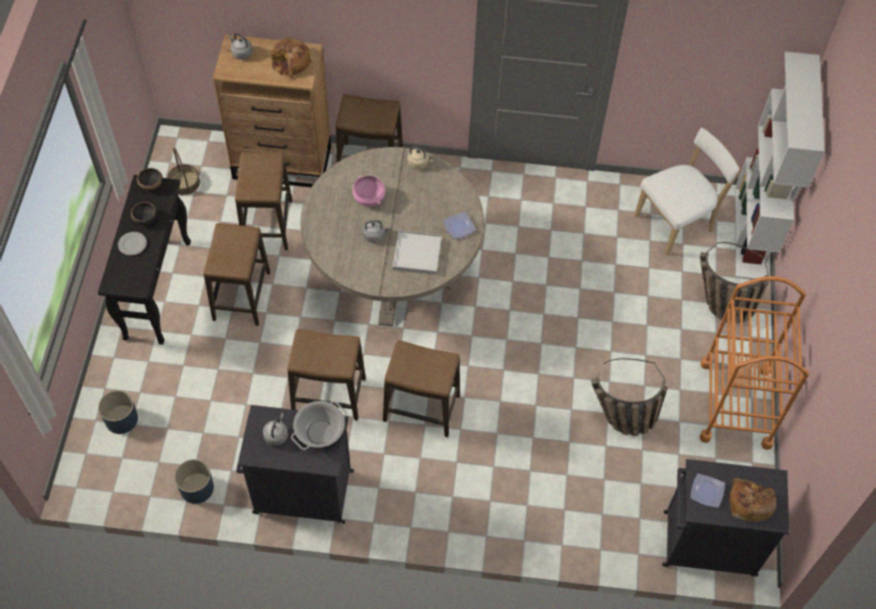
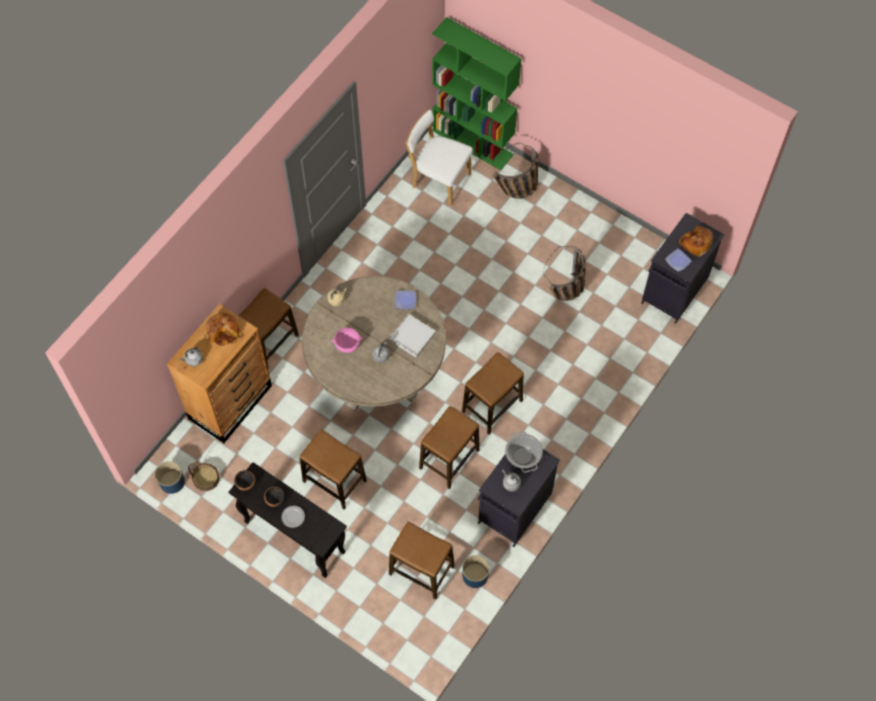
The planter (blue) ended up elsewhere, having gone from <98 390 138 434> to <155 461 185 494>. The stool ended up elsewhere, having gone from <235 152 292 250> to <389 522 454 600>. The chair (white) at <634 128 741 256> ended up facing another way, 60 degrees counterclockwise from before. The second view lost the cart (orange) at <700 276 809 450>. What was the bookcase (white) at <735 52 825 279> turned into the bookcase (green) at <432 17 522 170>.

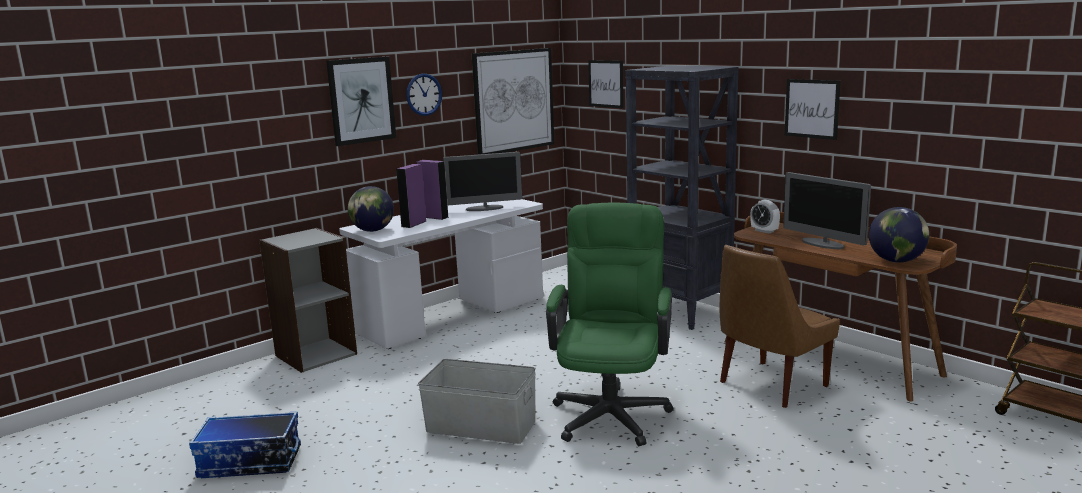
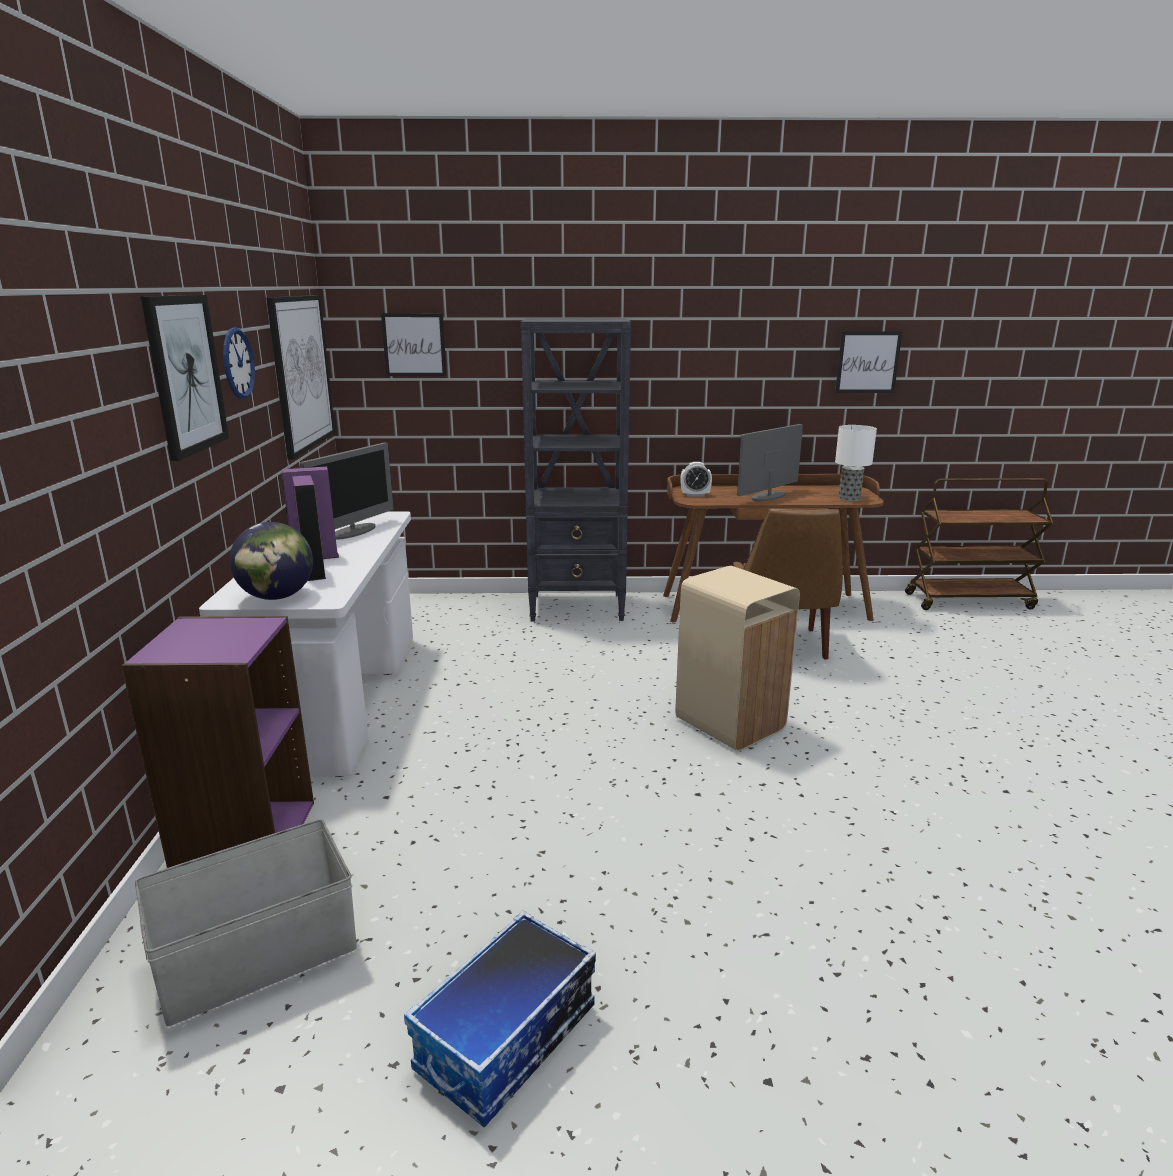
What was the bookcase (grey) at <259 228 357 373> turned into the bookcase (purple) at <121 616 314 868>. The storage box (grey) ended up elsewhere, having gone from <418 359 536 444> to <135 819 357 1026>. Where the office chair (green) stood at <546 203 674 446>, the trash can (beige) came to stand at <675 566 800 751>. The monitor at <783 172 871 249> ended up facing another way, 135 degrees clockwise from before. The picture ended up elsewhere, having gone from <785 79 841 140> to <835 331 902 393>. Where the globe stood at <869 207 929 263>, the table lamp came to stand at <835 425 877 501>.

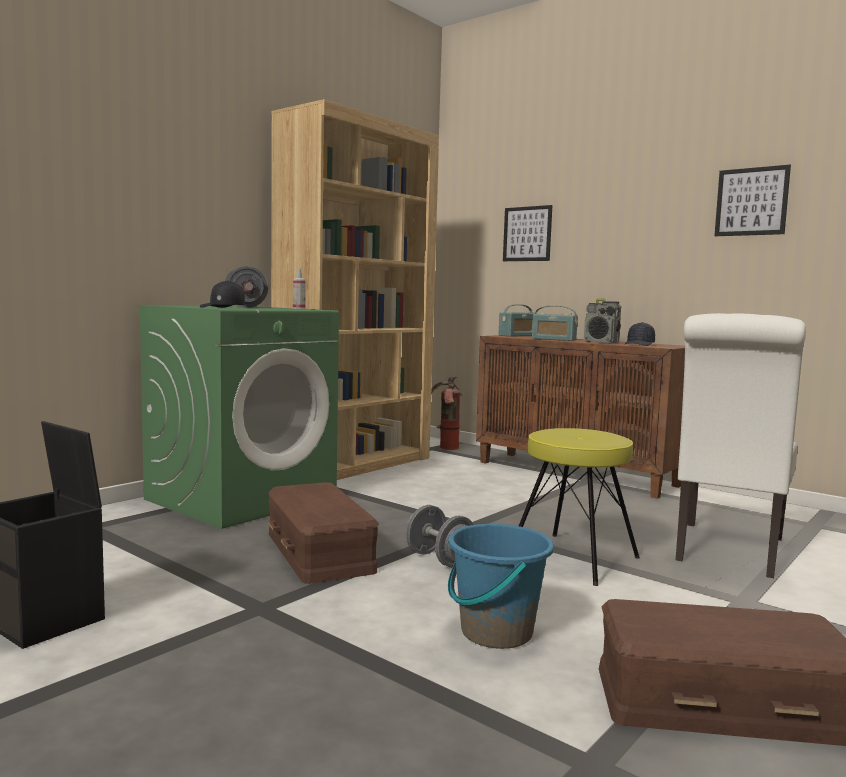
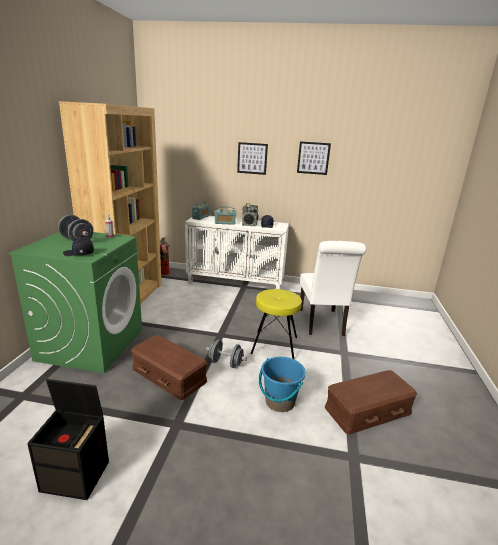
What was the cabinet (brown) at <476 335 685 499> turned into the cabinet (white) at <185 216 289 289>. The picture ended up elsewhere, having gone from <503 205 552 261> to <237 142 268 175>.

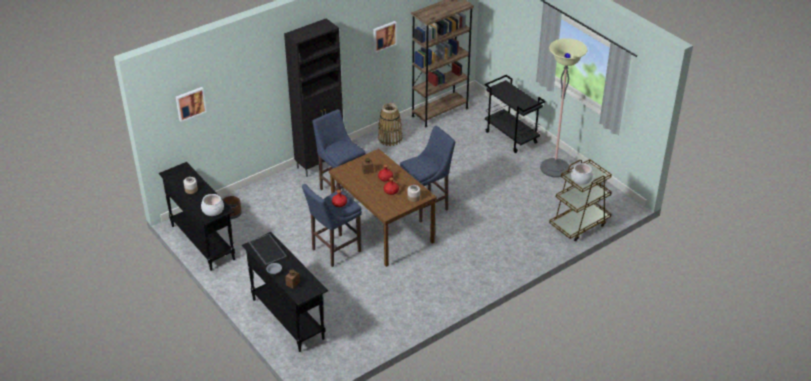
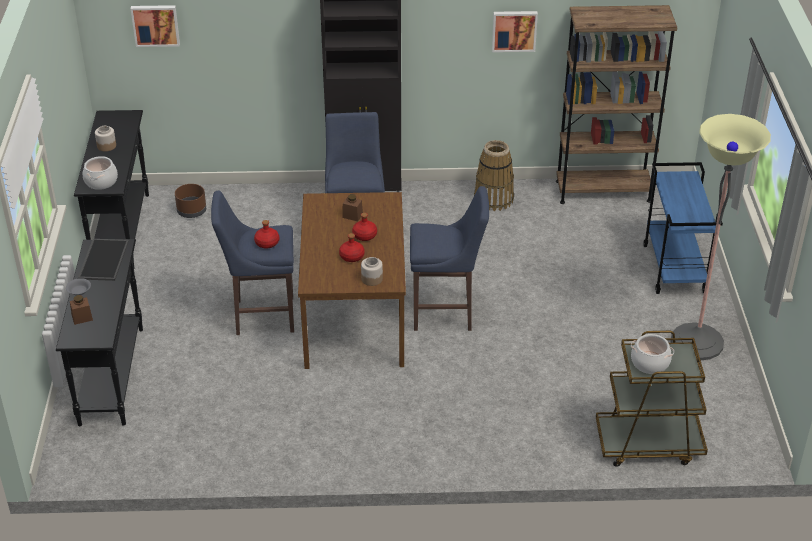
What was the cart (black) at <485 75 546 153> turned into the cart (blue) at <643 162 723 294>.

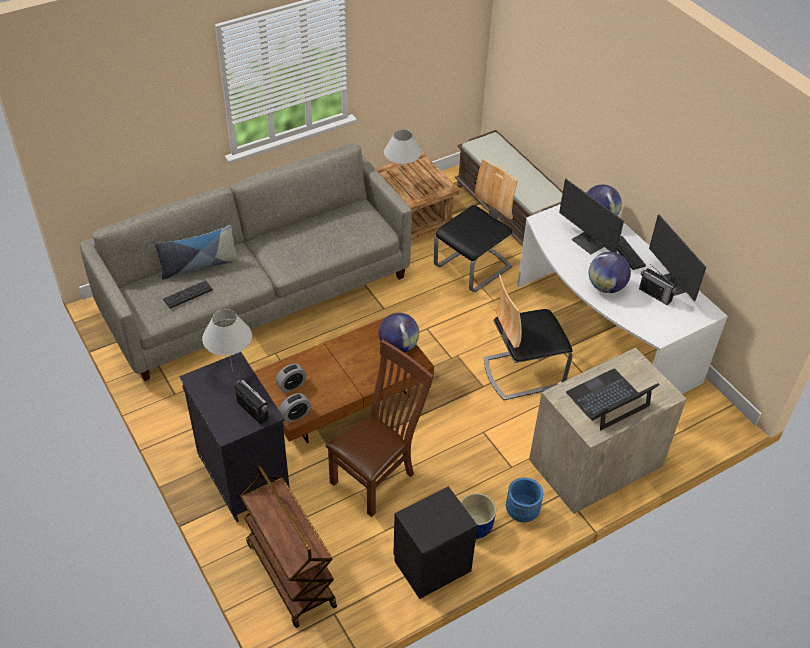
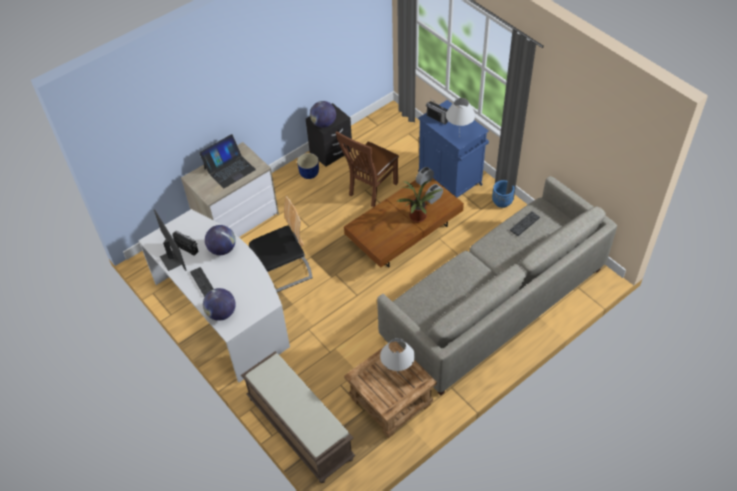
The second view lost the pillow at <155 225 239 280>. What was the cabinet (black) at <179 352 290 522> turned into the cabinet (blue) at <418 100 489 197>. The second view lost the cart (brown) at <240 466 337 628>. The globe ended up elsewhere, having gone from <379 313 419 353> to <310 101 336 128>. The second view lost the chair at <434 159 518 292>. The planter (blue) ended up elsewhere, having gone from <506 478 543 522> to <492 180 515 208>. The second view lost the monitor at <559 179 624 254>. The second view gained the potted plant at <397 180 443 222>.

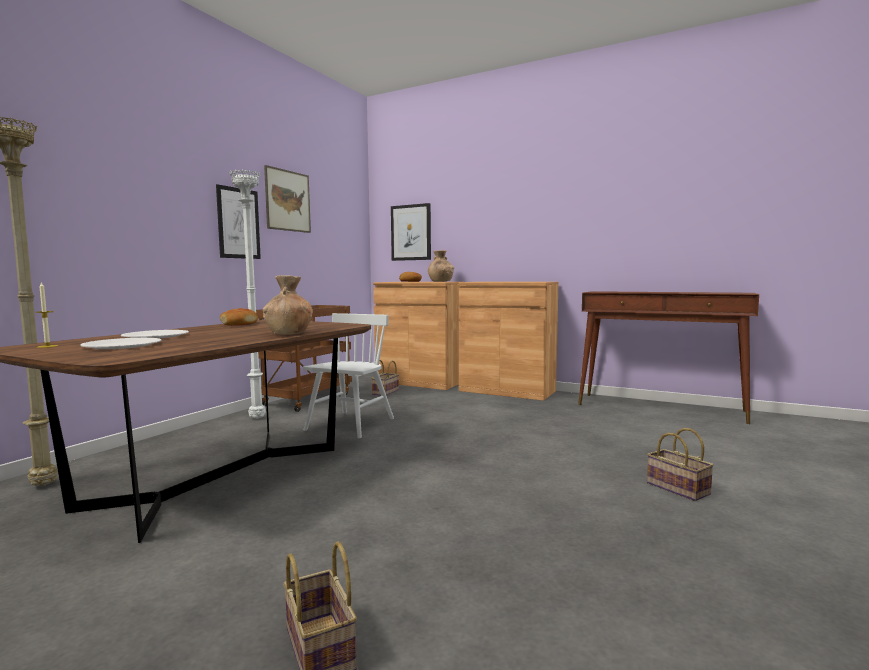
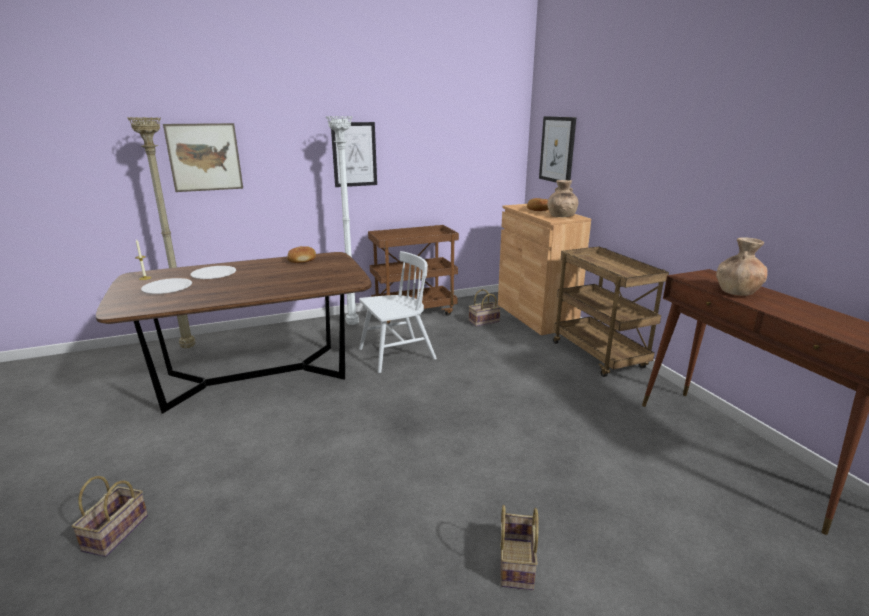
The vase (brown) ended up elsewhere, having gone from <263 275 313 335> to <716 238 768 296>. The picture ended up elsewhere, having gone from <264 165 311 233> to <163 123 243 192>. Where the cabinet (brown) stood at <459 282 558 401>, the cart (brown) came to stand at <553 246 669 377>.

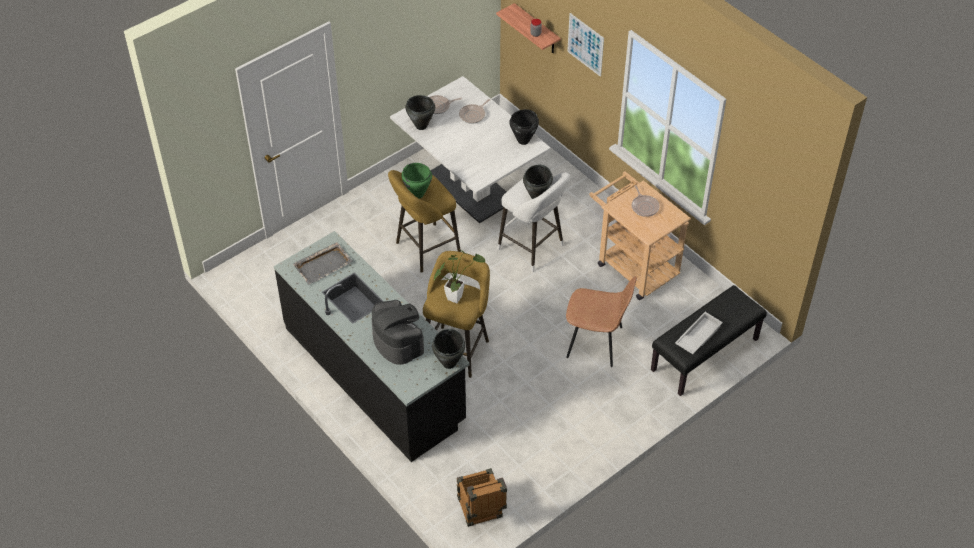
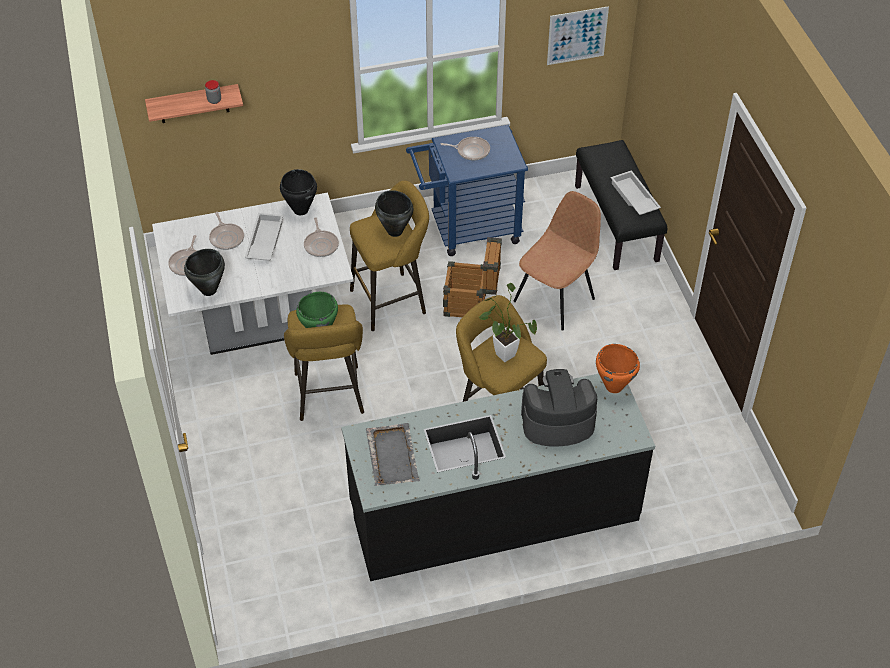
What was the cooking pot (black) at <432 329 465 369> turned into the cooking pot (orange) at <596 344 640 393>. The crate ended up elsewhere, having gone from <457 468 507 527> to <443 237 502 317>. What was the stool (white) at <497 172 570 272> turned into the stool (yellow) at <350 181 429 331>. The picture ended up elsewhere, having gone from <567 13 604 77> to <547 6 609 65>. What was the cart (beige) at <589 171 691 300> turned into the cart (blue) at <406 125 528 256>. The second view gained the tray (white) at <245 213 283 261>. The second view gained the frying pan at <304 217 339 257>.

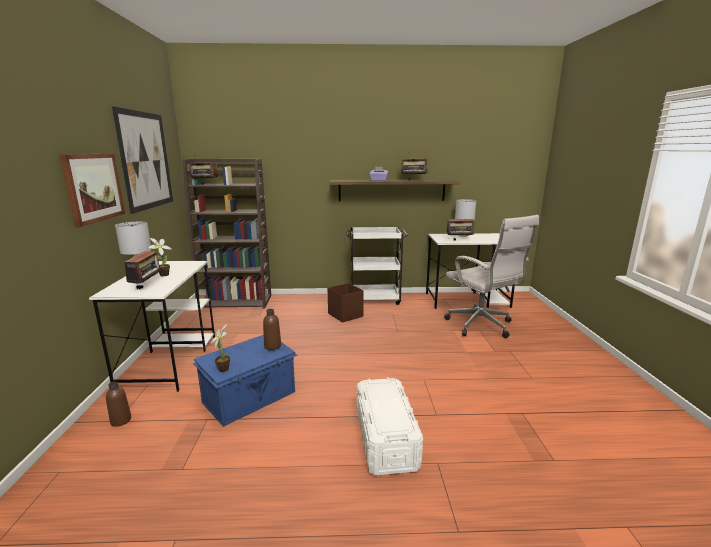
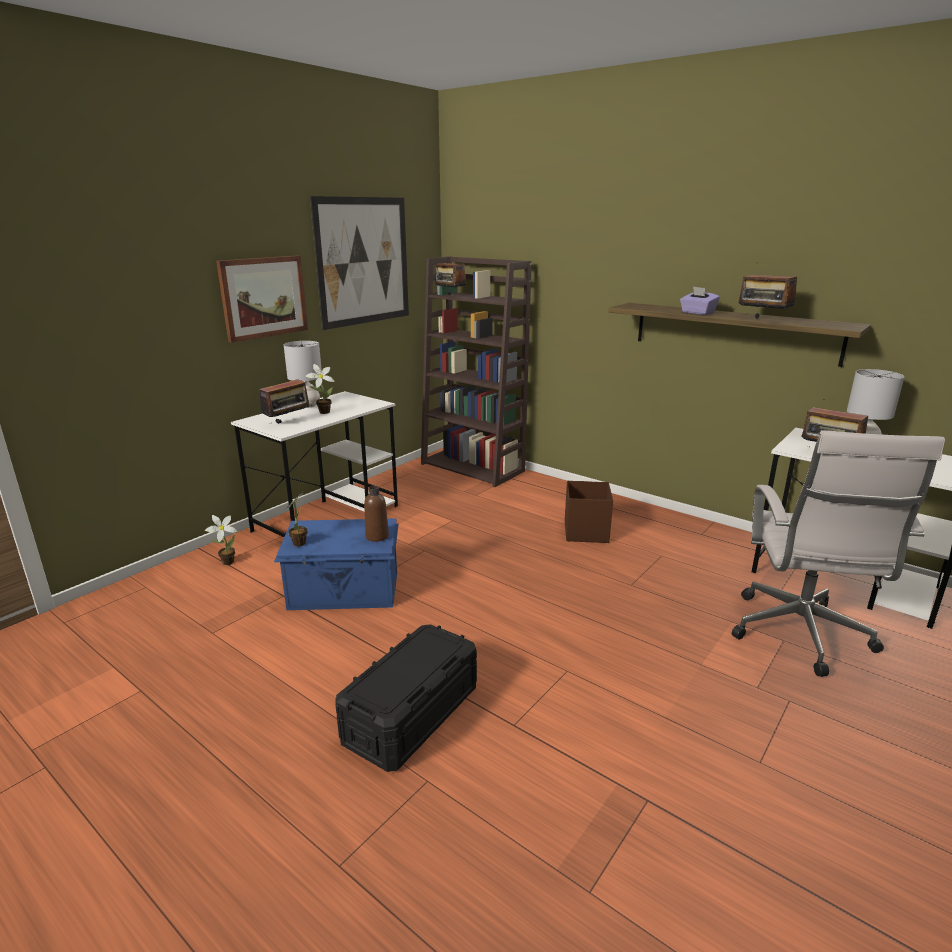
Where the bottle (brown) stood at <106 381 131 427>, the potted plant came to stand at <205 515 238 565>. The second view lost the cart (white) at <346 227 408 305>. What was the storage box (white) at <357 377 423 475> turned into the storage box (black) at <336 624 477 772>.

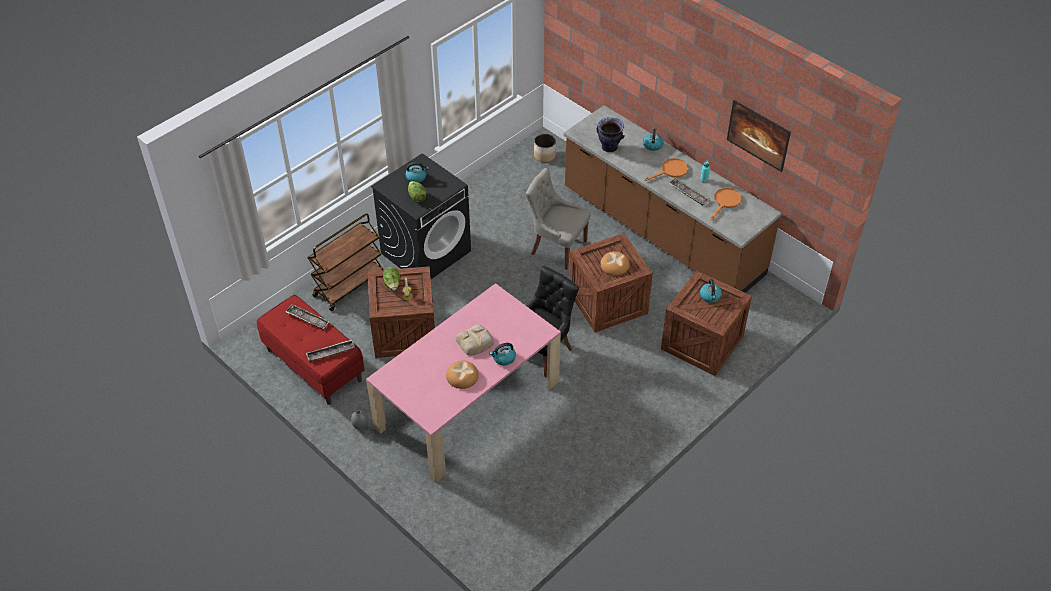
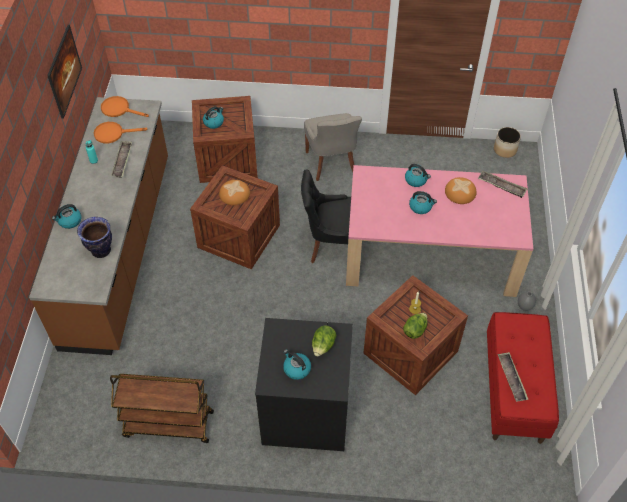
The tray ended up elsewhere, having gone from <306 340 355 362> to <478 171 527 198>. The cart (brown) ended up elsewhere, having gone from <308 213 384 311> to <110 374 214 443>. Where the bread stood at <455 325 494 356>, the kettle came to stand at <409 191 437 214>. The chair (grey) ended up elsewhere, having gone from <526 168 590 270> to <304 113 362 181>. The planter ended up elsewhere, having gone from <534 134 556 162> to <494 127 521 158>. The frying pan (orange) ended up elsewhere, having gone from <645 158 688 181> to <101 96 149 117>.

